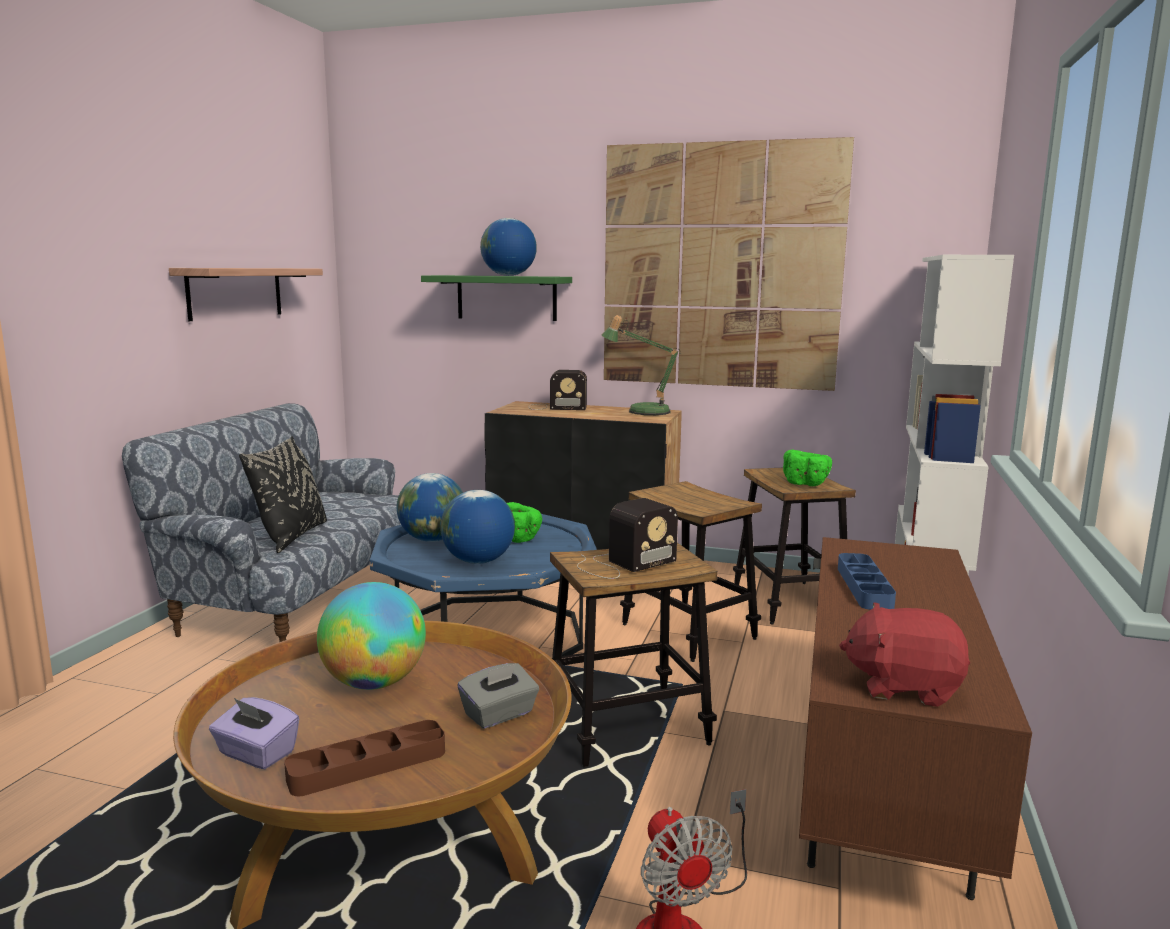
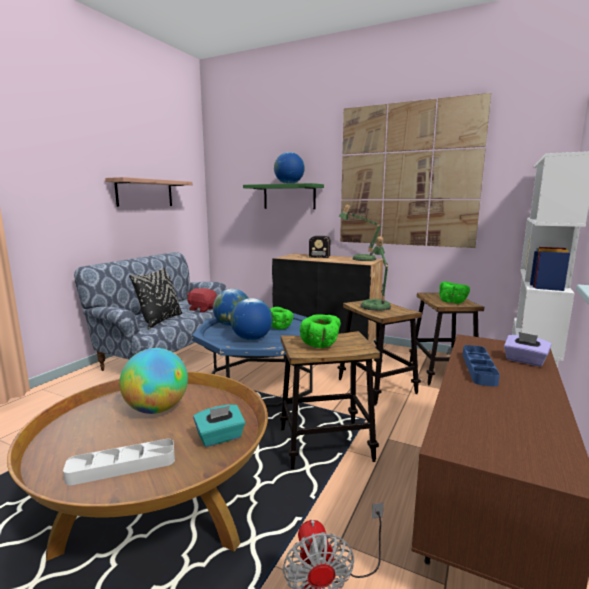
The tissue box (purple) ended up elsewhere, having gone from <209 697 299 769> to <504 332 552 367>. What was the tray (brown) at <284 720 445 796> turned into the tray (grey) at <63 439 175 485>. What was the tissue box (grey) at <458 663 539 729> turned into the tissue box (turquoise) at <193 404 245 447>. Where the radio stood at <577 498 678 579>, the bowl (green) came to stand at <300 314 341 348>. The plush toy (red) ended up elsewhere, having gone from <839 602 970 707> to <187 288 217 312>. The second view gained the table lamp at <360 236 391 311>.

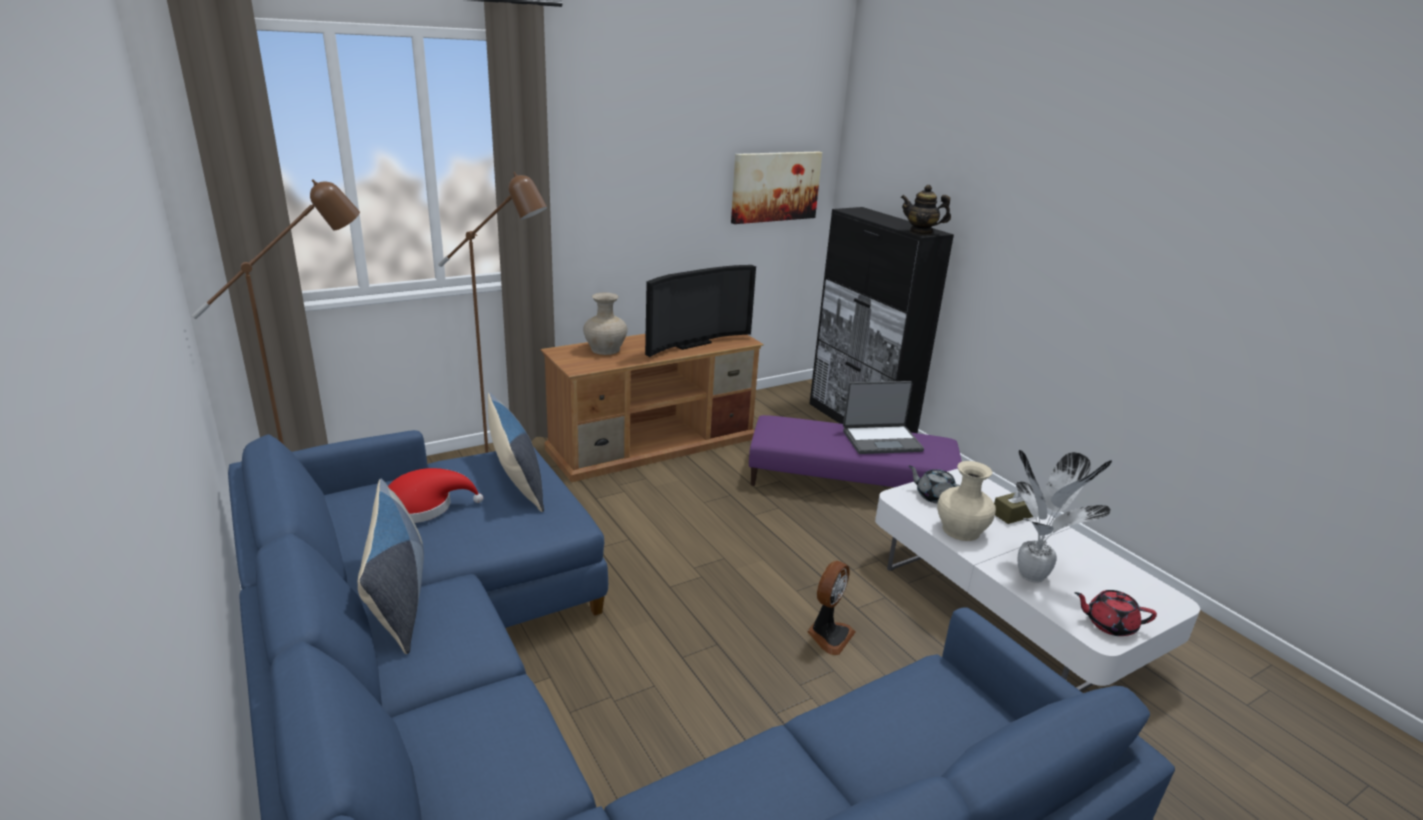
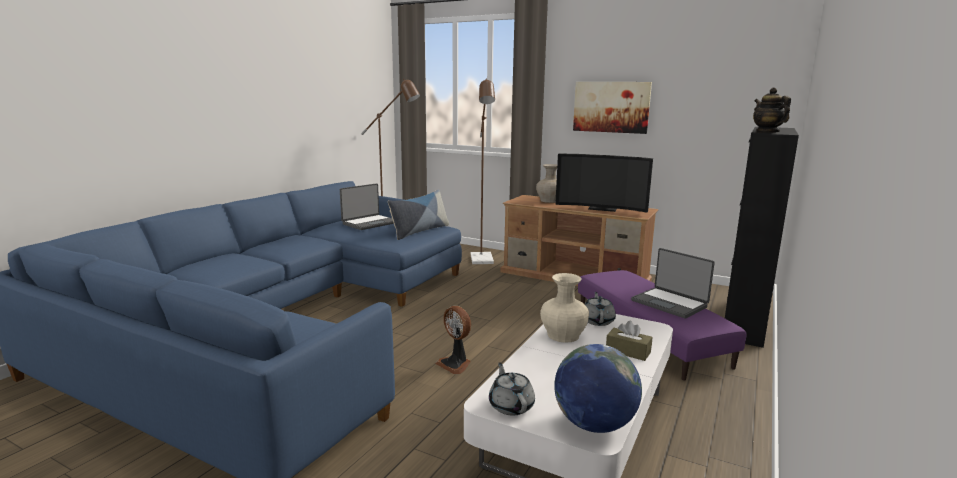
The second view lost the pillow at <358 479 424 654>. Where the hat (red) stood at <388 468 483 523>, the laptop came to stand at <340 183 394 230>. The picture ended up elsewhere, having gone from <731 151 822 224> to <573 82 652 134>. The fan at <807 561 855 655> ended up facing another way, 45 degrees clockwise from before. The second view lost the potted plant at <1016 450 1112 583>. What was the teapot (red) at <1074 590 1157 636> turned into the teapot (grey) at <489 362 535 415>. The second view gained the globe at <554 344 642 433>.

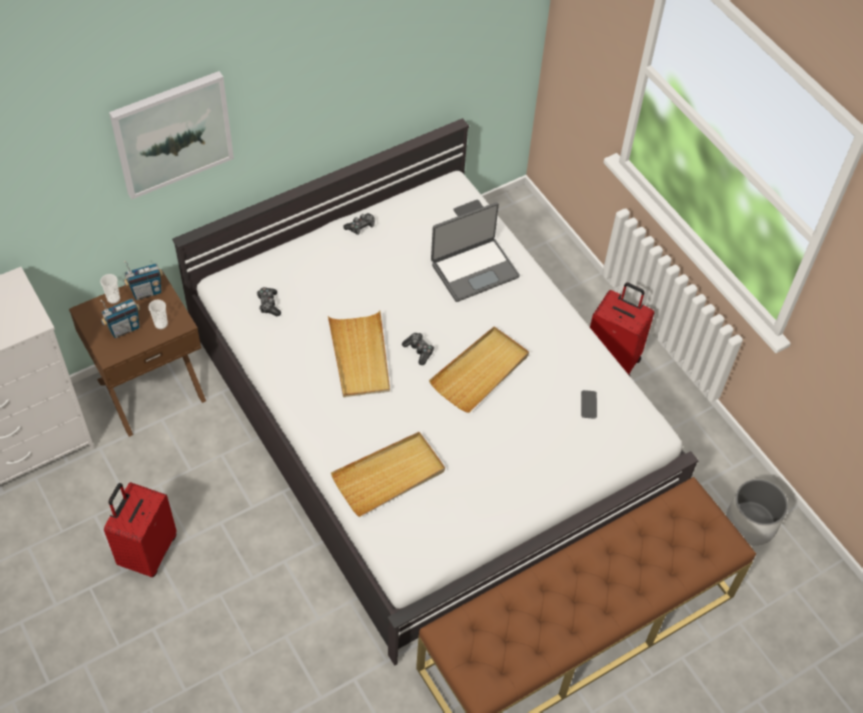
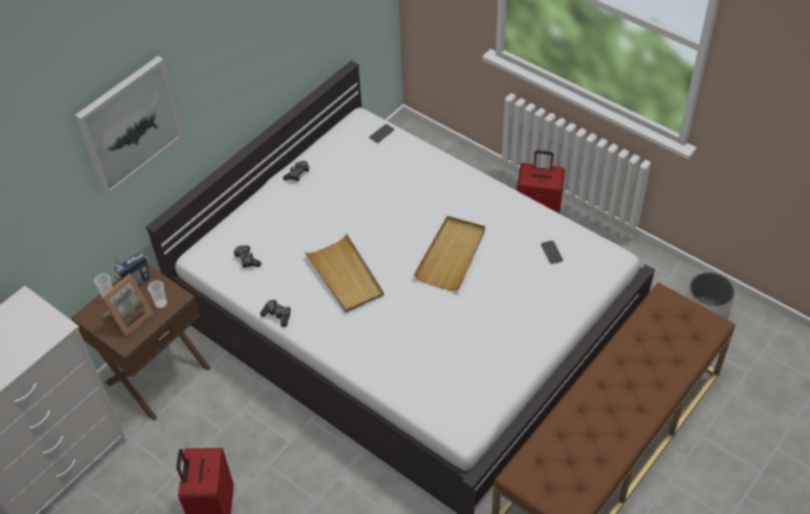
Where the radio stood at <101 299 140 338>, the picture frame came to stand at <101 274 153 337>. The second view lost the tray (beige) at <331 432 445 517>. The game controller ended up elsewhere, having gone from <402 333 434 365> to <260 300 291 327>. The second view lost the laptop at <431 202 520 302>.

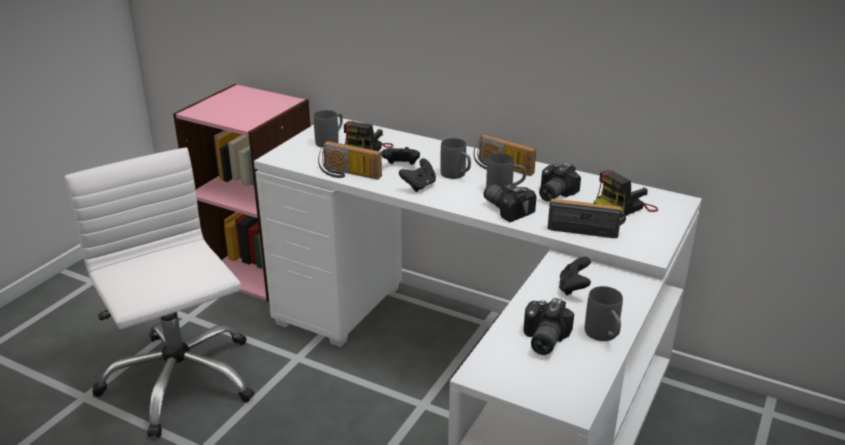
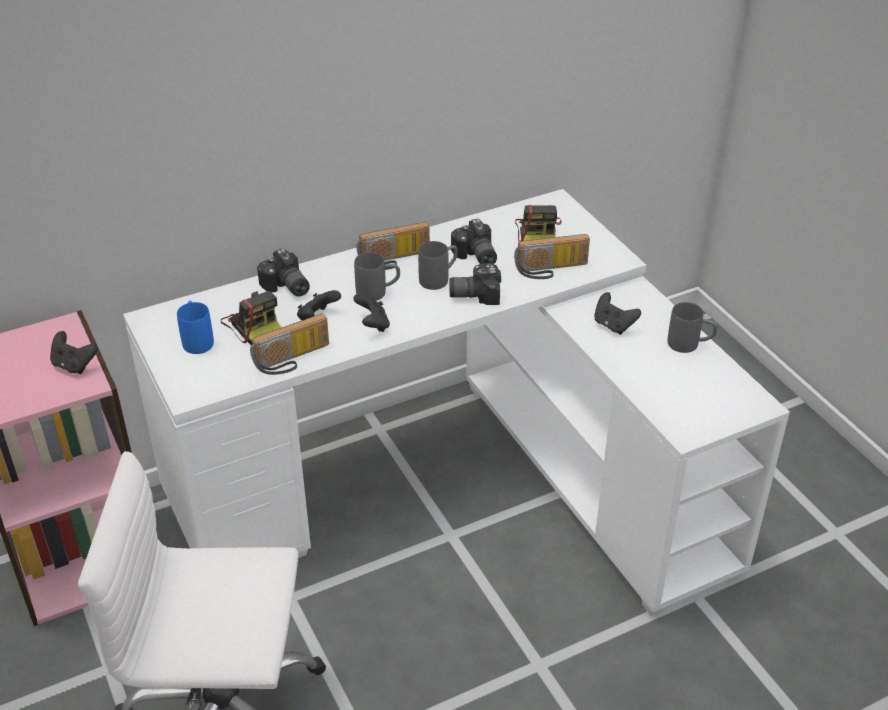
What was the mug (grey) at <314 110 343 148> turned into the mug (blue) at <177 301 214 354>. The photo camera ended up elsewhere, having gone from <523 298 574 355> to <257 248 310 297>. The radio at <547 199 626 238> ended up facing another way, 150 degrees counterclockwise from before. The second view gained the game controller (black) at <50 331 98 374>.

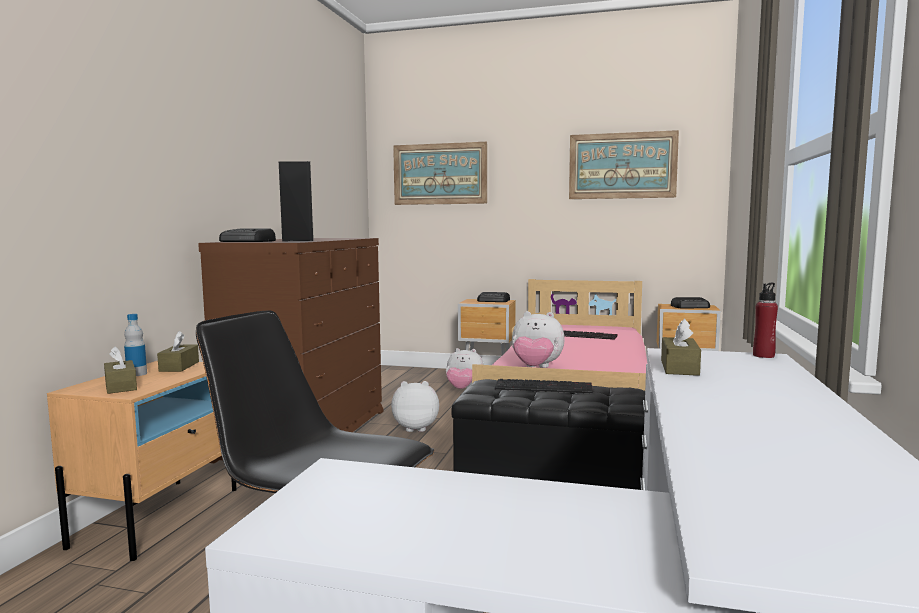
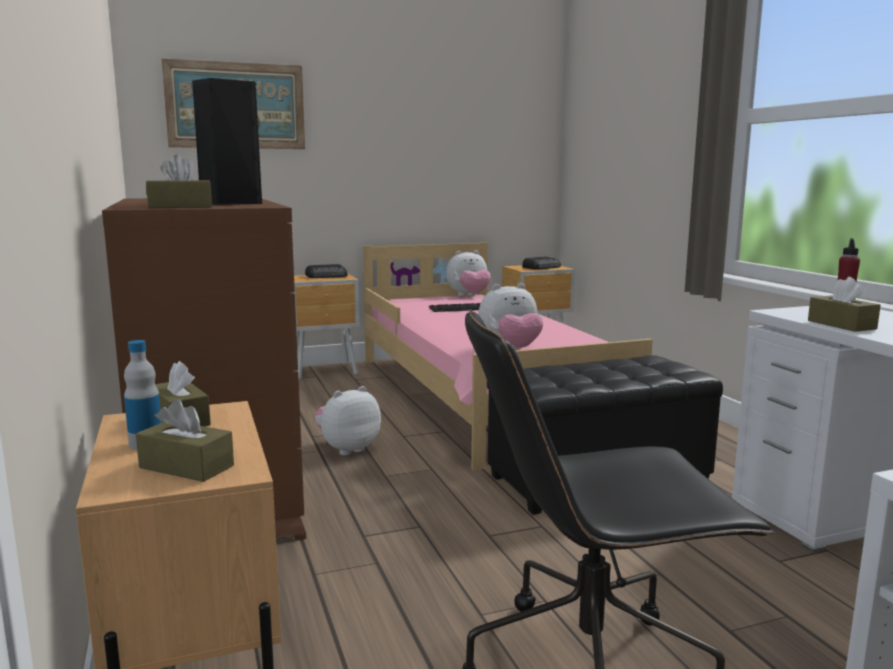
Where the radio stood at <219 228 276 242>, the tissue box (brown) came to stand at <146 155 212 208>. The plush toy ended up elsewhere, having gone from <446 348 484 389> to <446 250 491 296>. The second view lost the keyboard at <495 379 593 394>. The second view lost the picture at <569 130 679 199>.

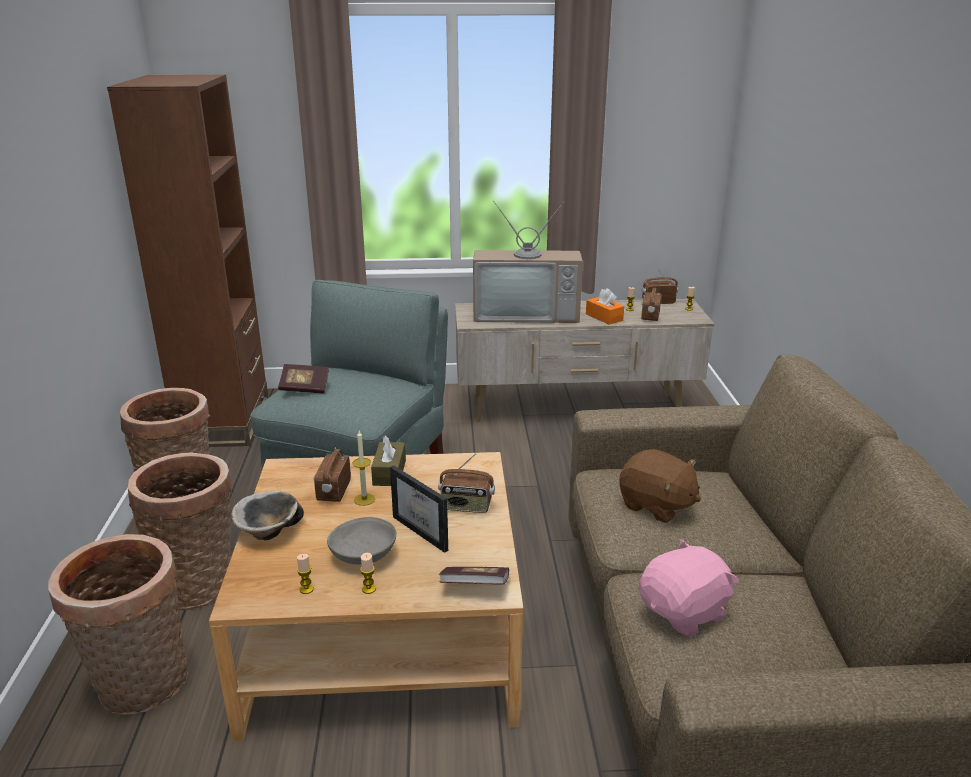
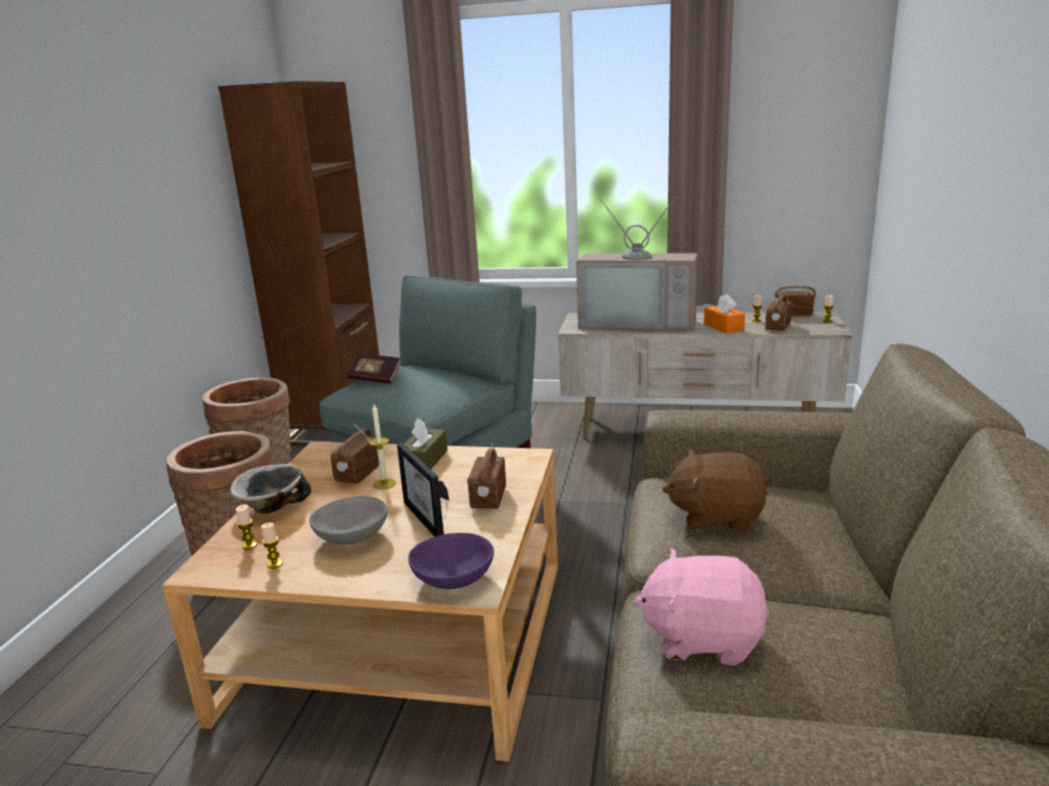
The second view lost the basket at <48 534 188 715>. The candle ended up elsewhere, having gone from <360 553 376 594> to <236 504 257 550>. The radio at <438 453 495 513> ended up facing another way, 75 degrees clockwise from before. Where the book stood at <439 567 509 585>, the bowl (purple) came to stand at <408 533 494 589>. The plush toy (brown) at <619 449 701 523> ended up facing another way, 135 degrees clockwise from before. The plush toy (pink) at <639 539 739 637> ended up facing another way, 150 degrees counterclockwise from before.

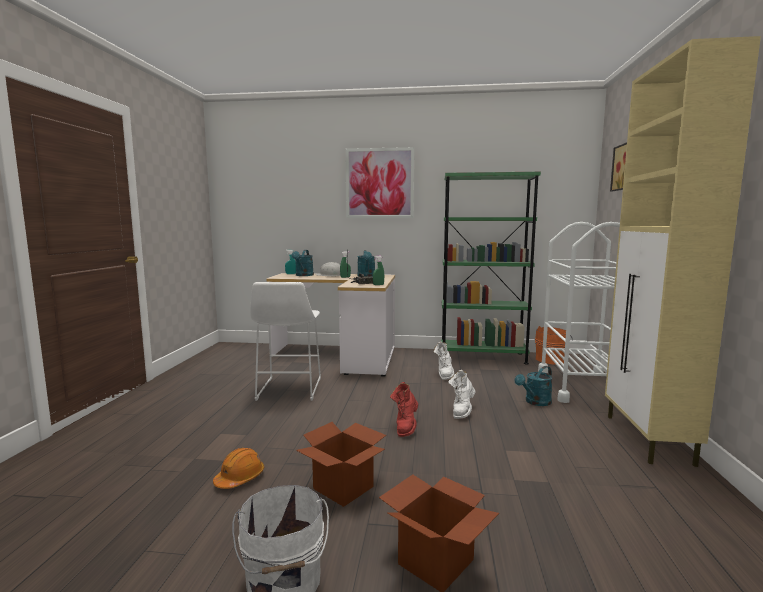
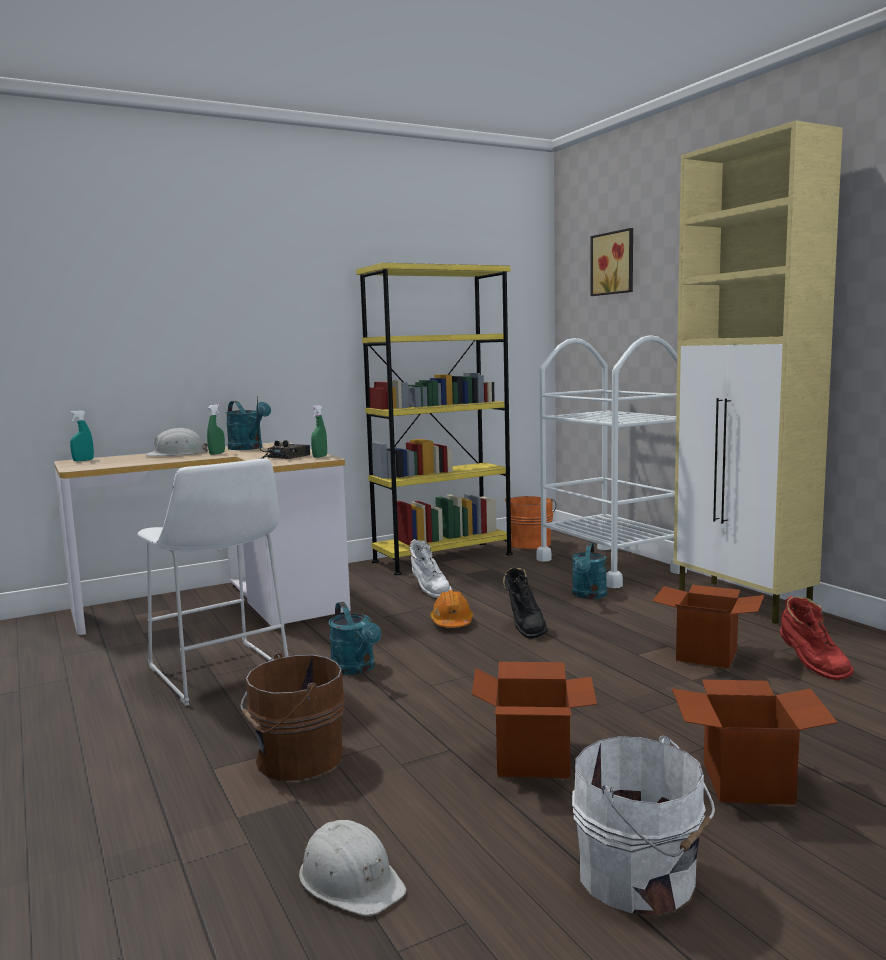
The hard hat (orange) ended up elsewhere, having gone from <213 448 264 489> to <430 590 473 628>. The watering can (turquoise) ended up elsewhere, having gone from <292 250 314 276> to <329 602 381 675>. The second view lost the picture at <345 147 414 218>. The boot (red) ended up elsewhere, having gone from <390 382 418 437> to <780 596 854 680>. What was the bookcase (green) at <441 172 541 365> turned into the bookcase (yellow) at <356 263 513 575>. What was the boot (white) at <448 370 475 419> turned into the boot (black) at <503 567 548 639>. The second view gained the bucket (brown) at <240 653 345 781>. The second view gained the hard hat (white) at <299 820 407 916>. The second view gained the cardboard box at <652 585 764 669>.

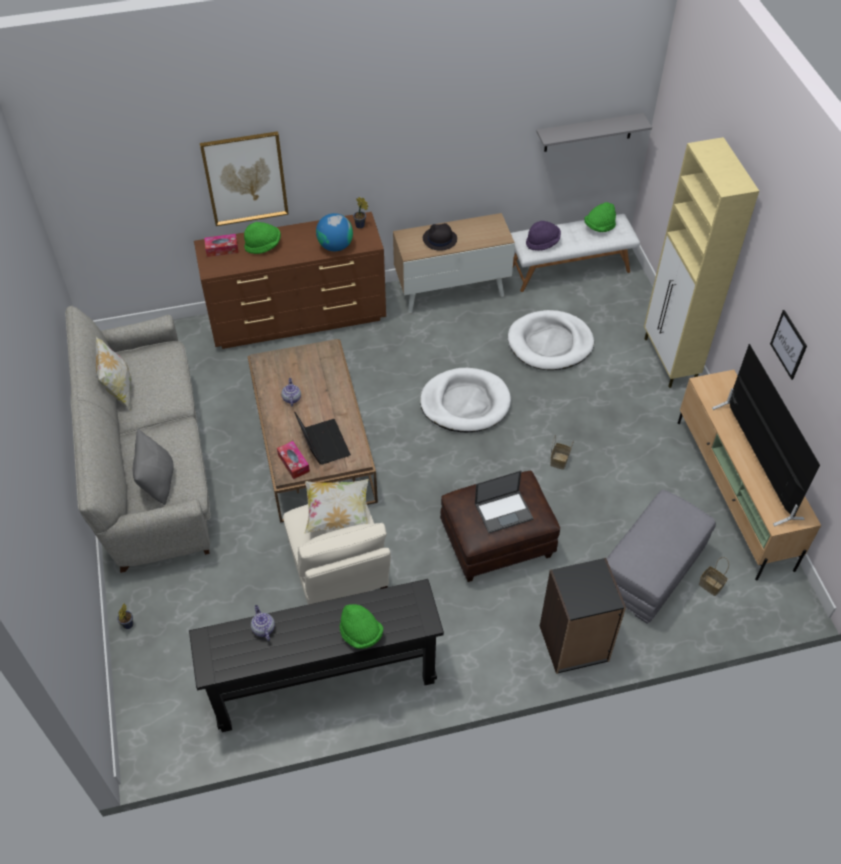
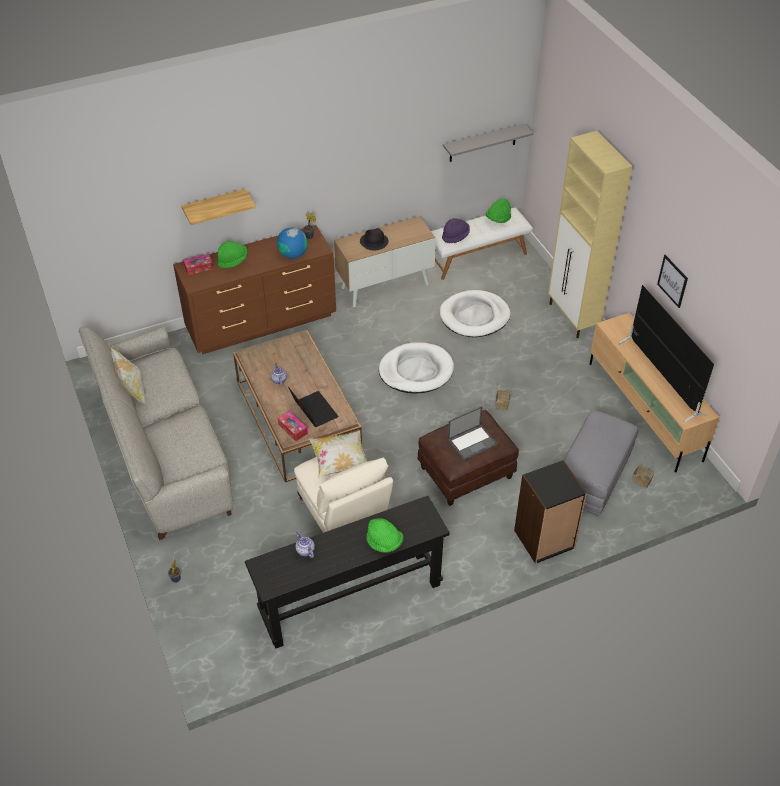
The second view lost the pillow (grey) at <133 429 174 505>. Where the picture hung at <200 131 289 226>, the shelf came to hang at <181 189 256 225>.

